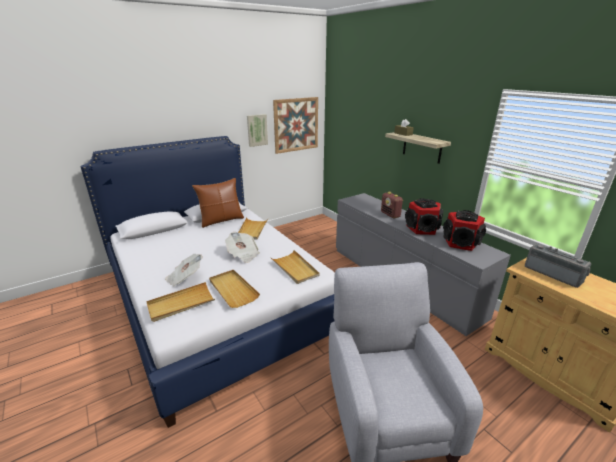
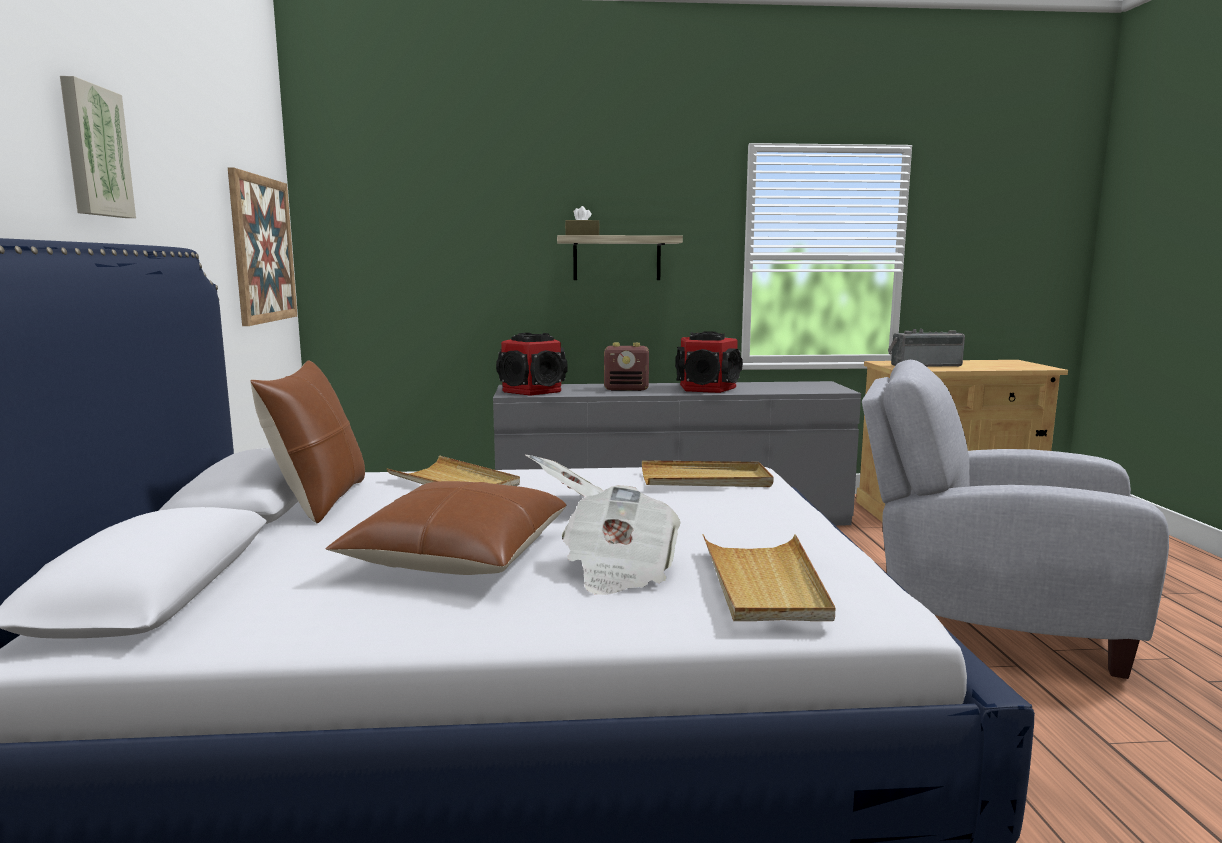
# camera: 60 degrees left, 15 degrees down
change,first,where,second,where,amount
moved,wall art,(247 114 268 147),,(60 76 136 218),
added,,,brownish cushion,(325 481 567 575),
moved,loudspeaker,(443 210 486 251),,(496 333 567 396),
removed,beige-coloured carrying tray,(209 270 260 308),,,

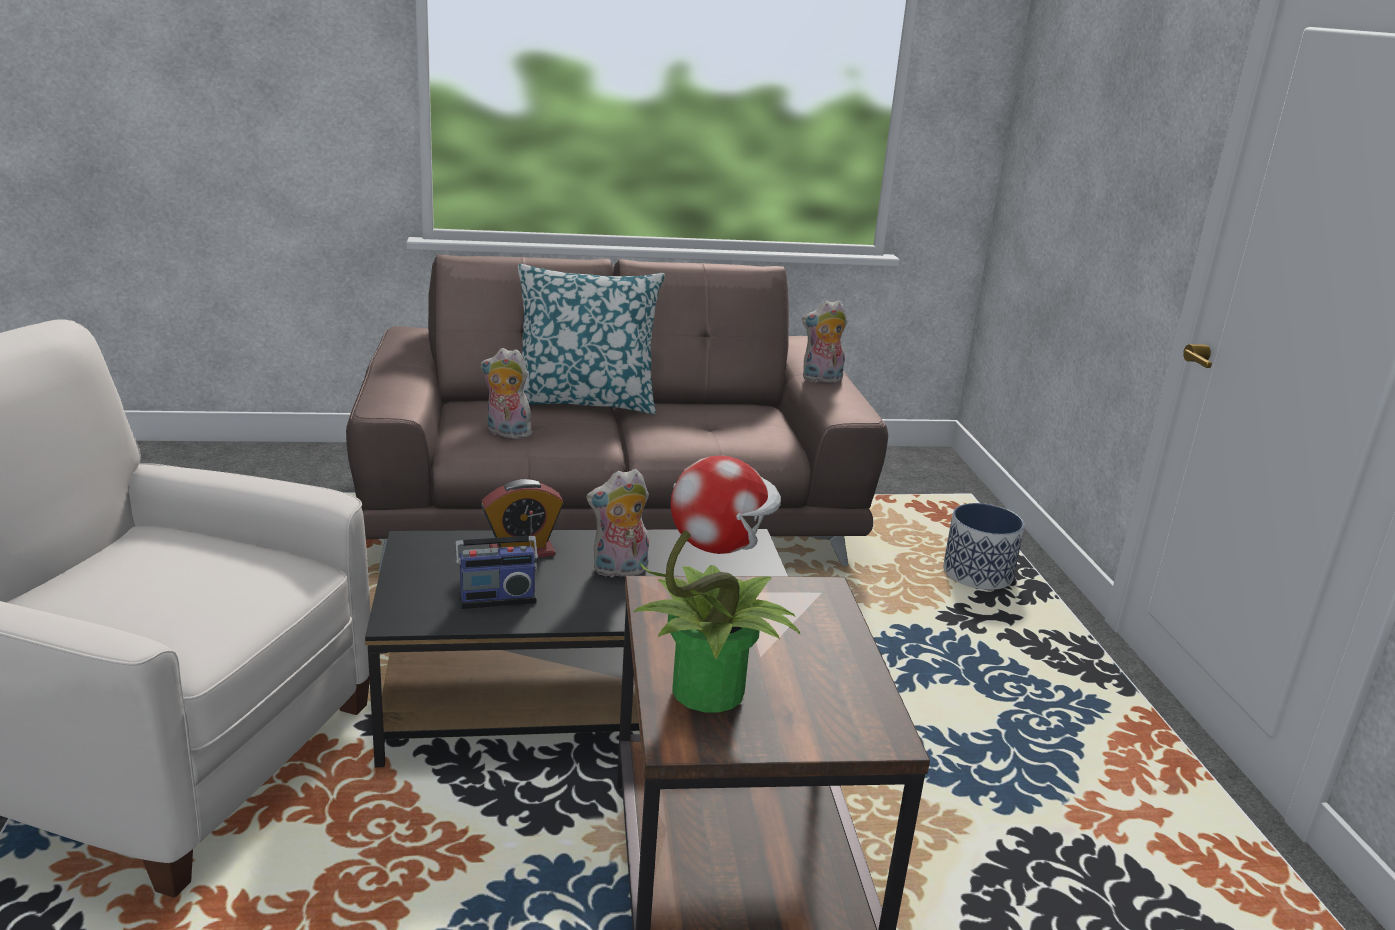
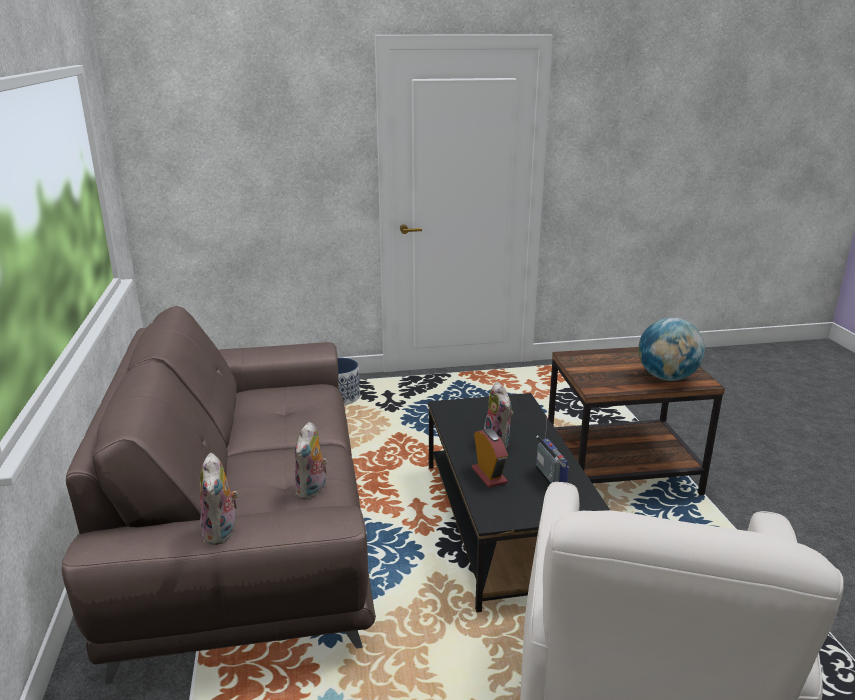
# camera: 90 degrees left, 0 degrees up
change,first,where,second,where,amount
moved,plush toy,(802 300 847 383),,(200 453 239 545),
replaced,houseplant,(634 455 800 713),globe,(638 318 705 381),
removed,cushion,(518 264 665 415),,,

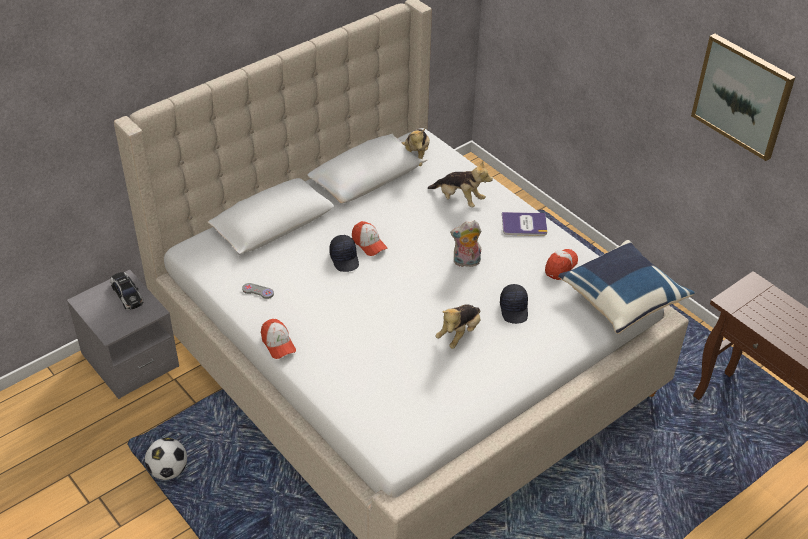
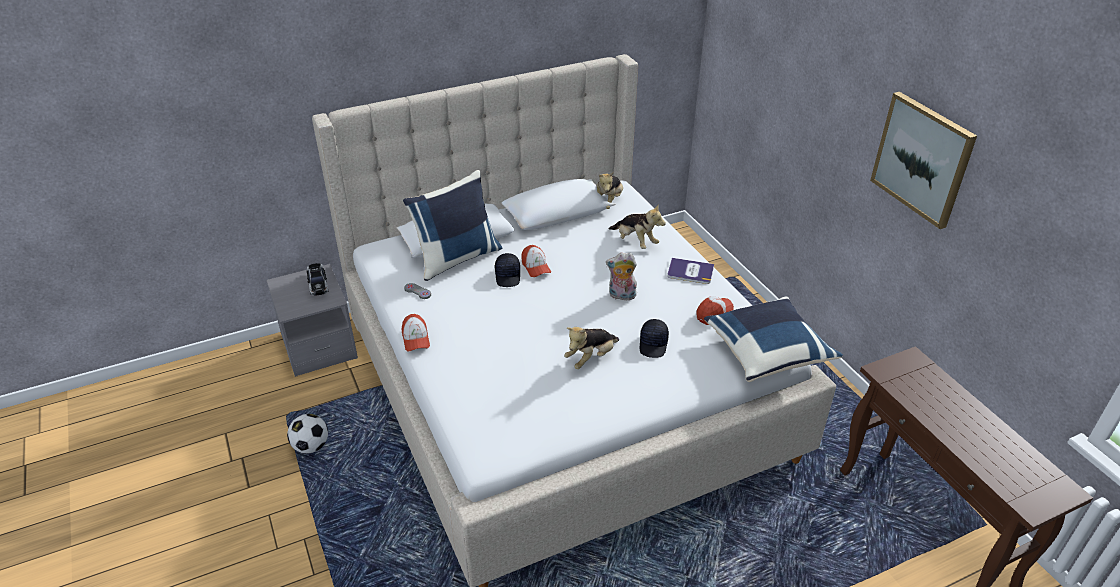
# camera: 15 degrees right, 5 degrees down
change,first,where,second,where,amount
added,,,blue-coloured cushion,(403 170 502 281),

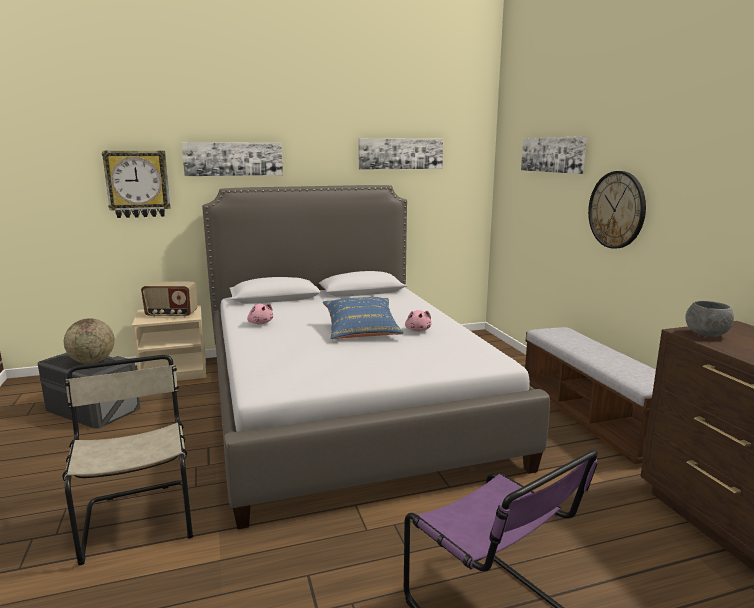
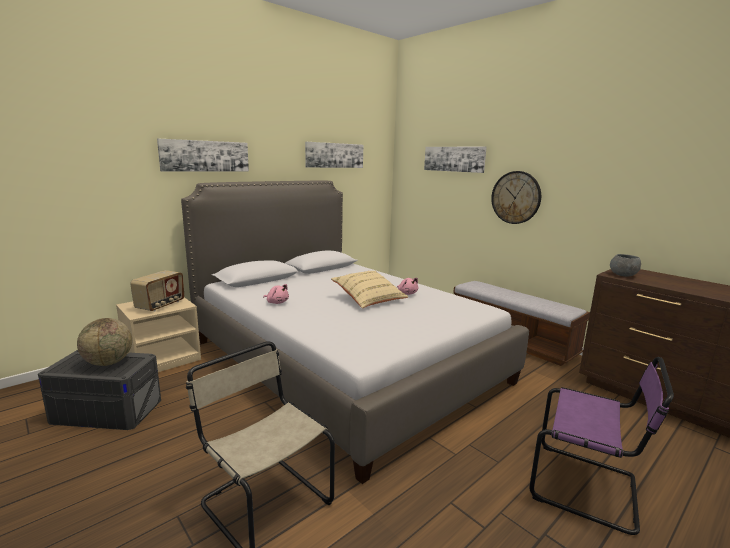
# camera: 25 degrees left, 0 degrees up
change,first,where,second,where,amount
turned,radio receiver,(141 281 198 318),,(130 270 184 312),45 degrees counterclockwise
recoloured,blue-coloured cushion,(323 297 404 339),beige-coloured cushion,(331 271 408 308),
removed,clock on the wall,(102 151 171 218),,,

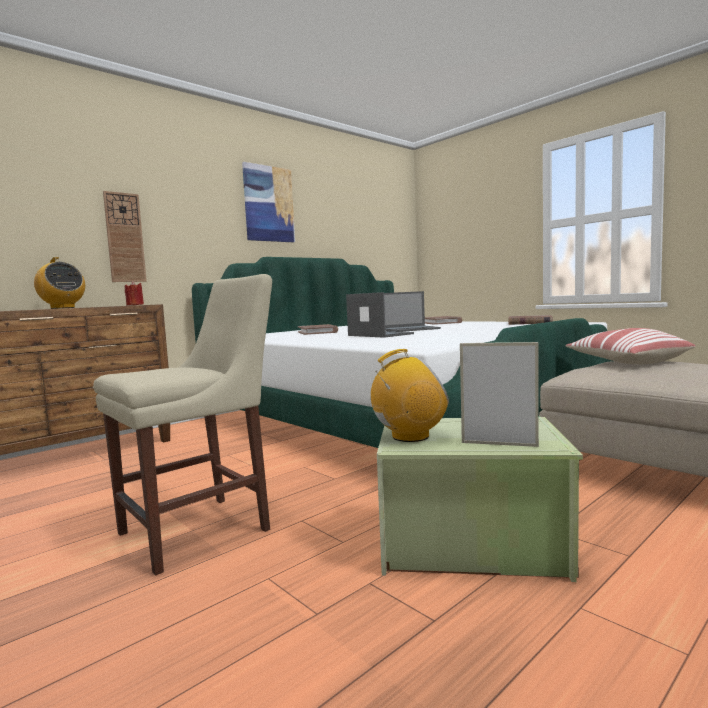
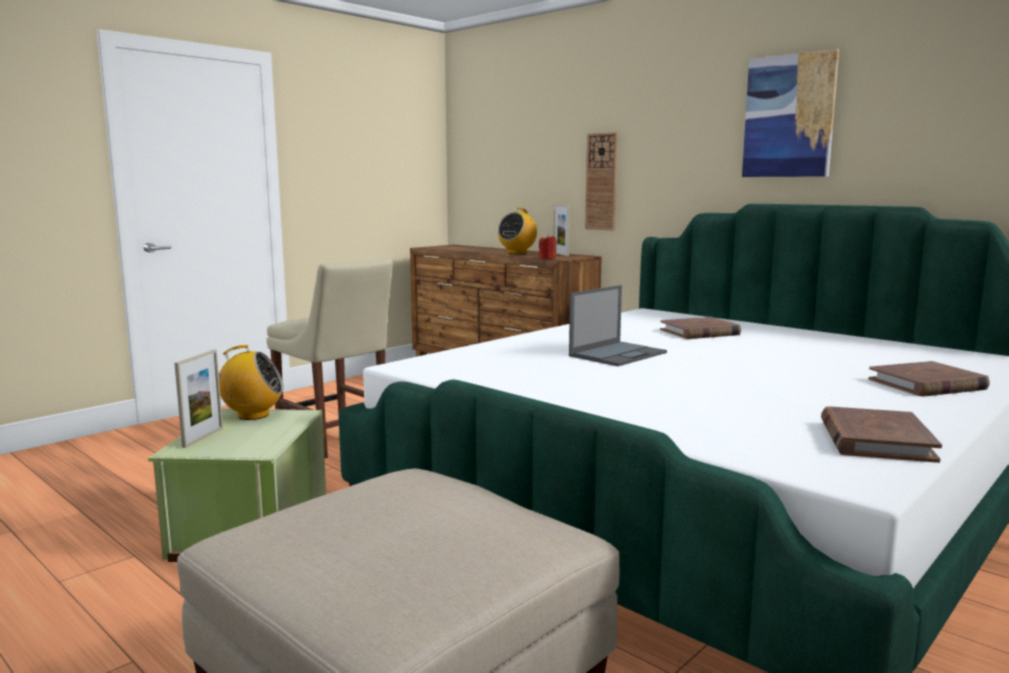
# camera: 85 degrees right, 5 degrees up
change,first,where,second,where,amount
turned,radio receiver,(371 349 449 442),,(219 345 284 420),75 degrees counterclockwise
added,,,photo frame,(553 204 570 256),
removed,notebook computer,(384 291 441 332),,,
removed,cushion,(565 328 695 364),,,

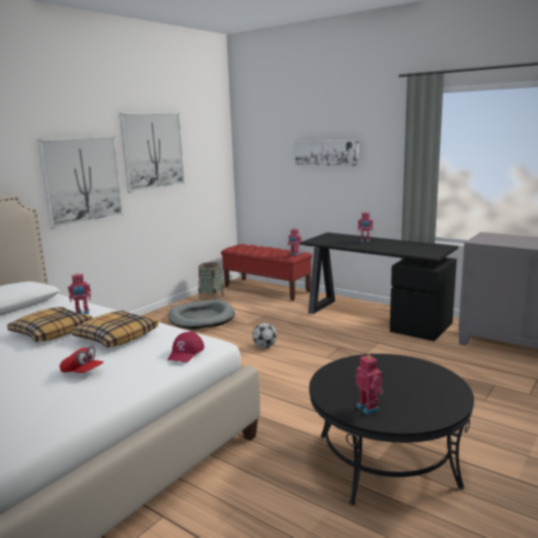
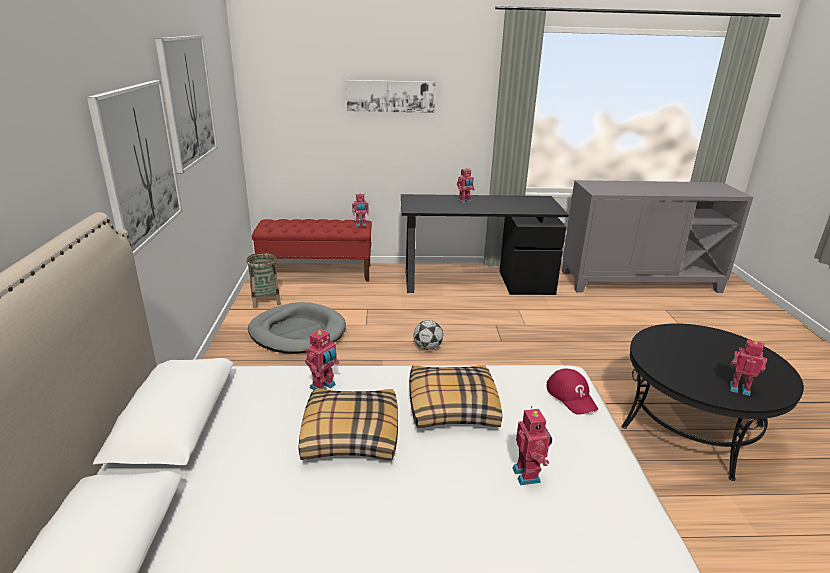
# camera: 40 degrees left, 10 degrees up
change,first,where,second,where,amount
replaced,red cap,(60 346 104 373),model robot,(512 406 552 485),

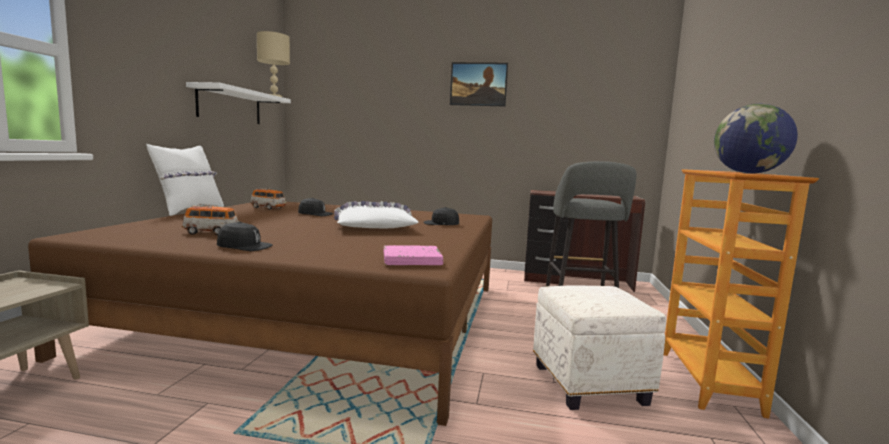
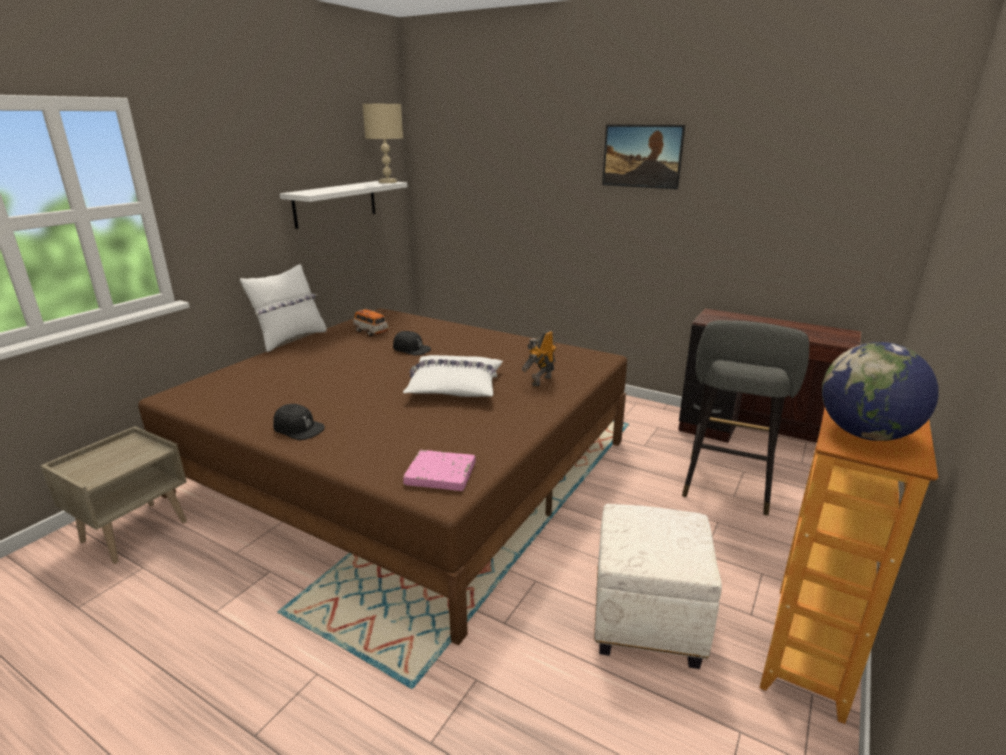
# camera: 20 degrees right, 15 degrees up
change,first,where,second,where,amount
replaced,blackish cap,(423 207 459 225),model robot,(521 330 556 386),
removed,toy car,(182 204 239 235),,,

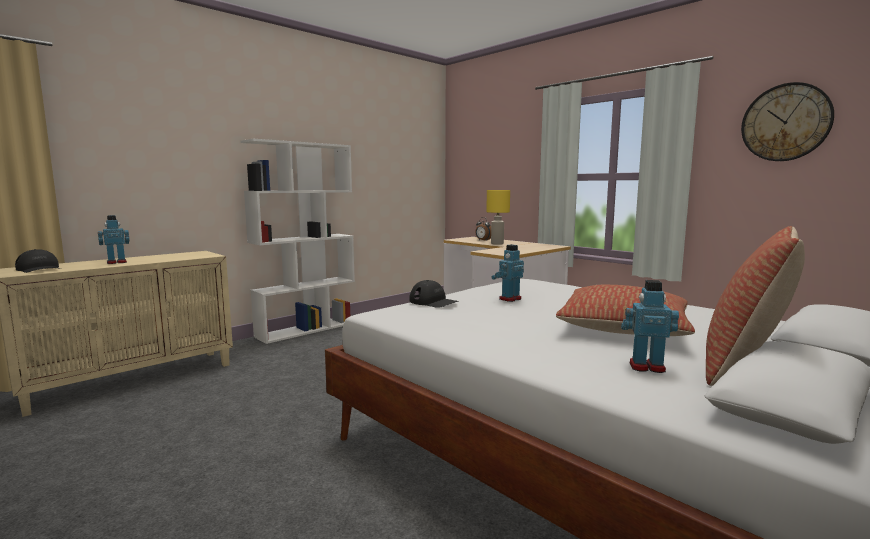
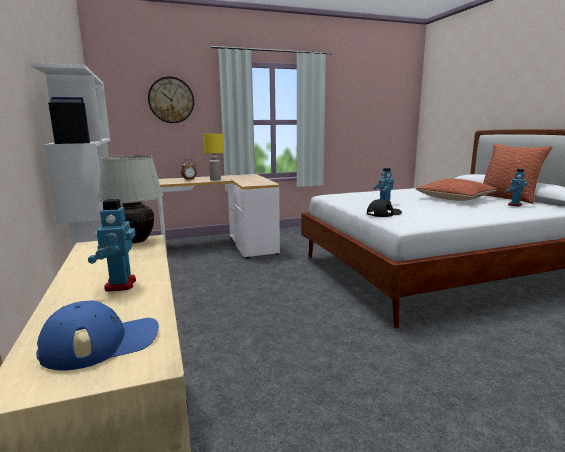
# camera: 65 degrees left, 5 degrees up
change,first,where,second,where,amount
recoloured,blackish cap,(15 249 61 273),blue-coloured cap,(36 300 159 371),
added,,,whitish table lamp,(98 155 163 243),
moved,clock on the wall,(741 82 834 161),,(148 76 194 123),

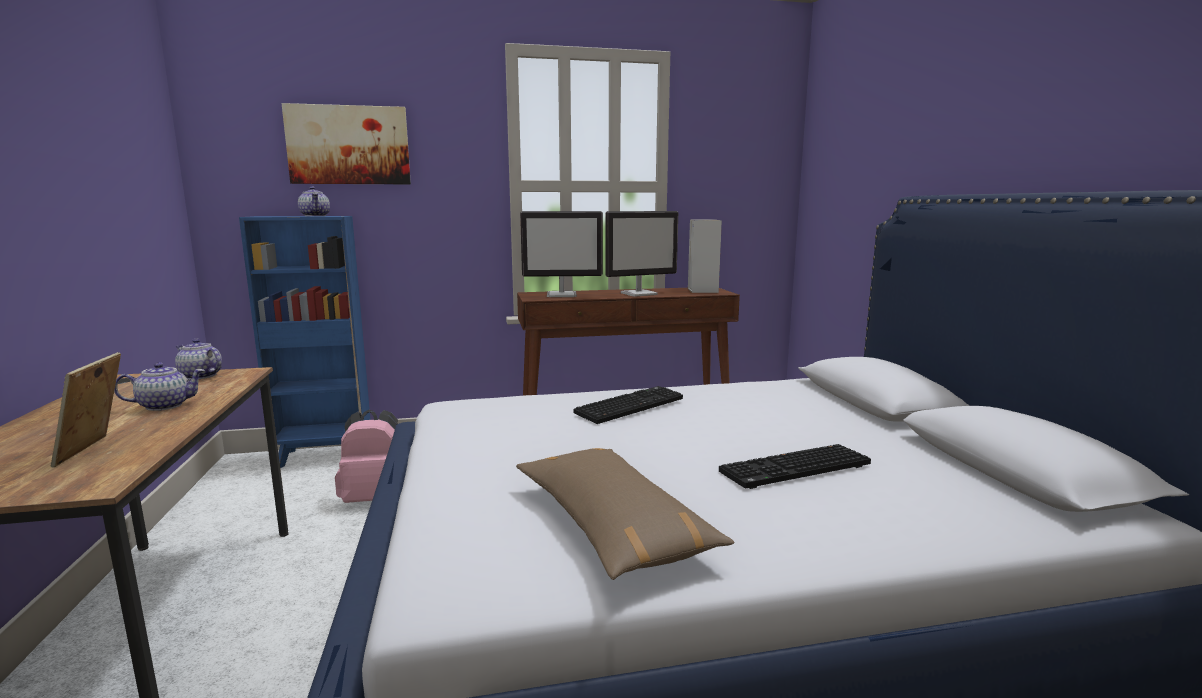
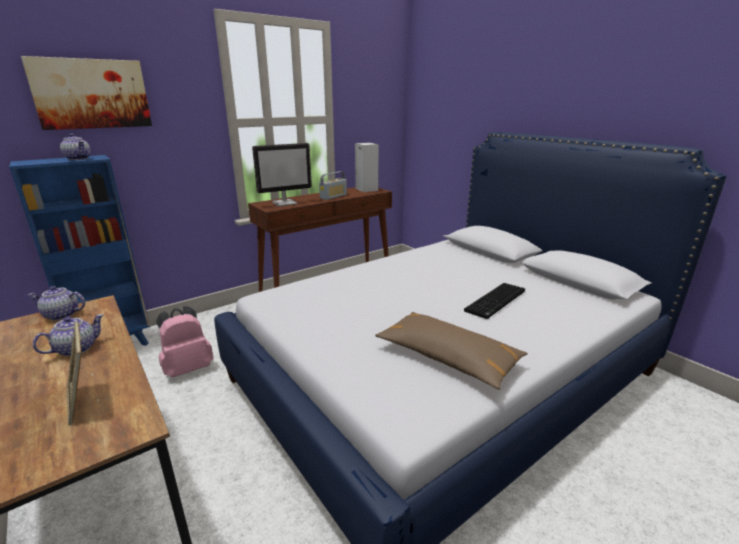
# camera: 25 degrees left, 10 degrees up
change,first,where,second,where,amount
replaced,monitor,(605 211 678 297),radio receiver,(319 171 347 200),
removed,PC keyboard,(574 386 683 424),,,

